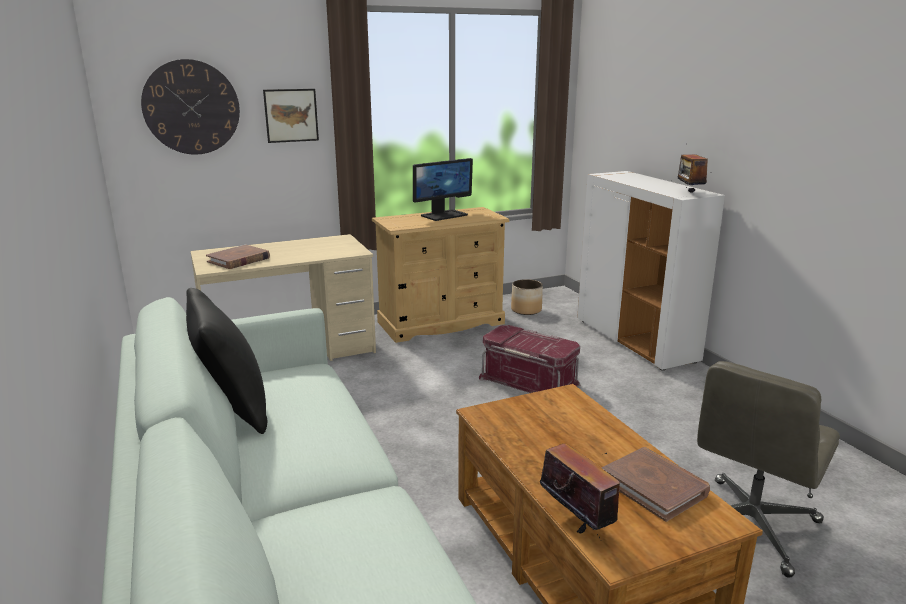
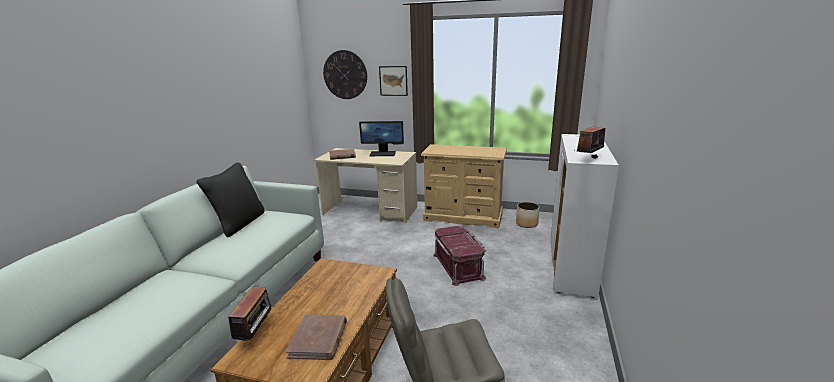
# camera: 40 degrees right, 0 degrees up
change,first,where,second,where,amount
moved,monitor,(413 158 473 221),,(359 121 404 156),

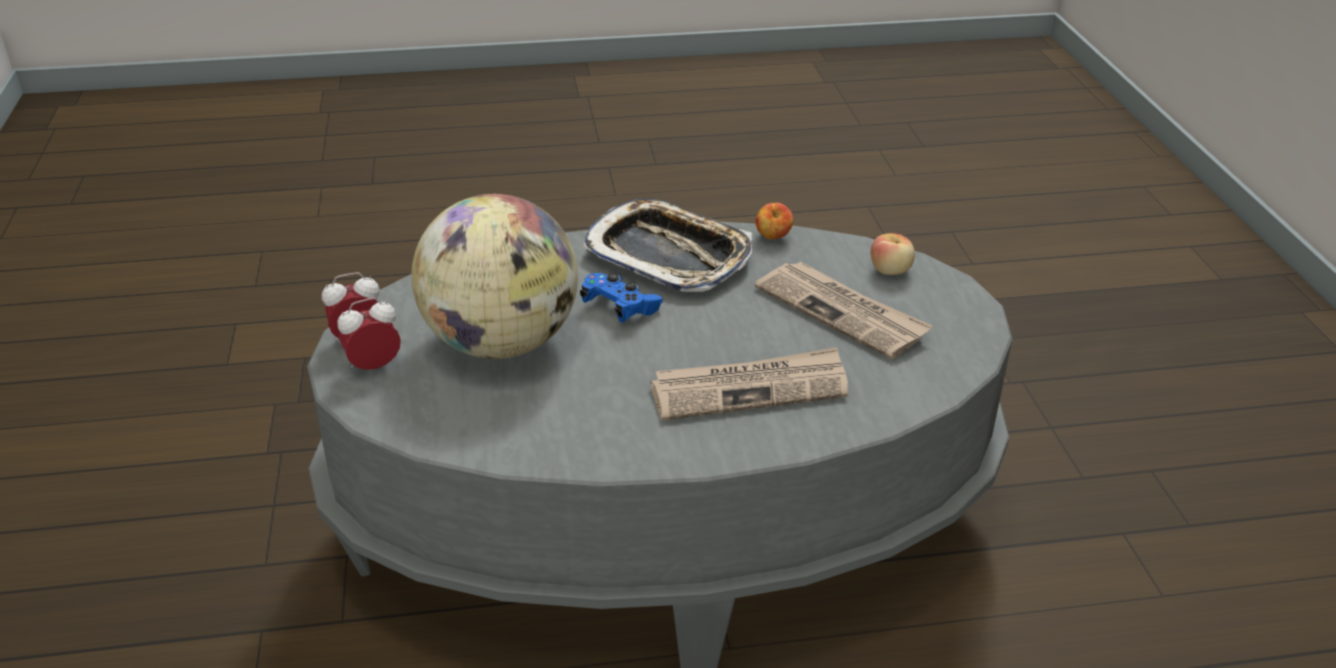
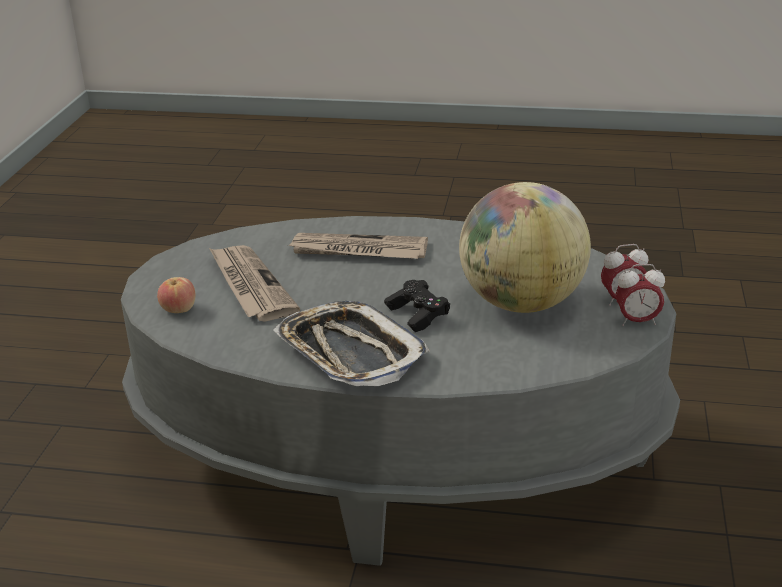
# camera: 160 degrees left, 5 degrees down
change,first,where,second,where,amount
recoloured,blue-coloured gamepad,(580 273 663 323),blackish gamepad,(384 280 450 332),
removed,apple fruit,(756 203 793 240),,,

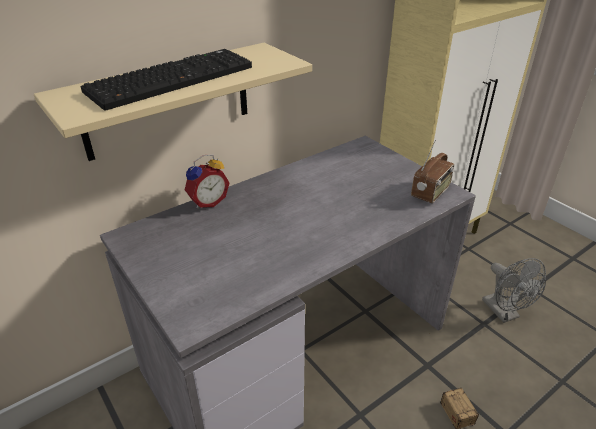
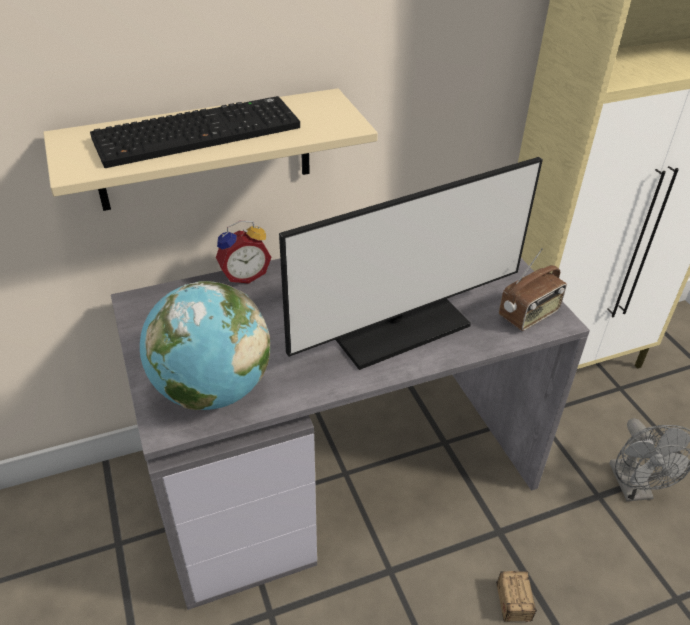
# camera: 15 degrees right, 5 degrees up
change,first,where,second,where,amount
added,,,globe,(140 281 270 410),
added,,,monitor,(279 157 543 370),

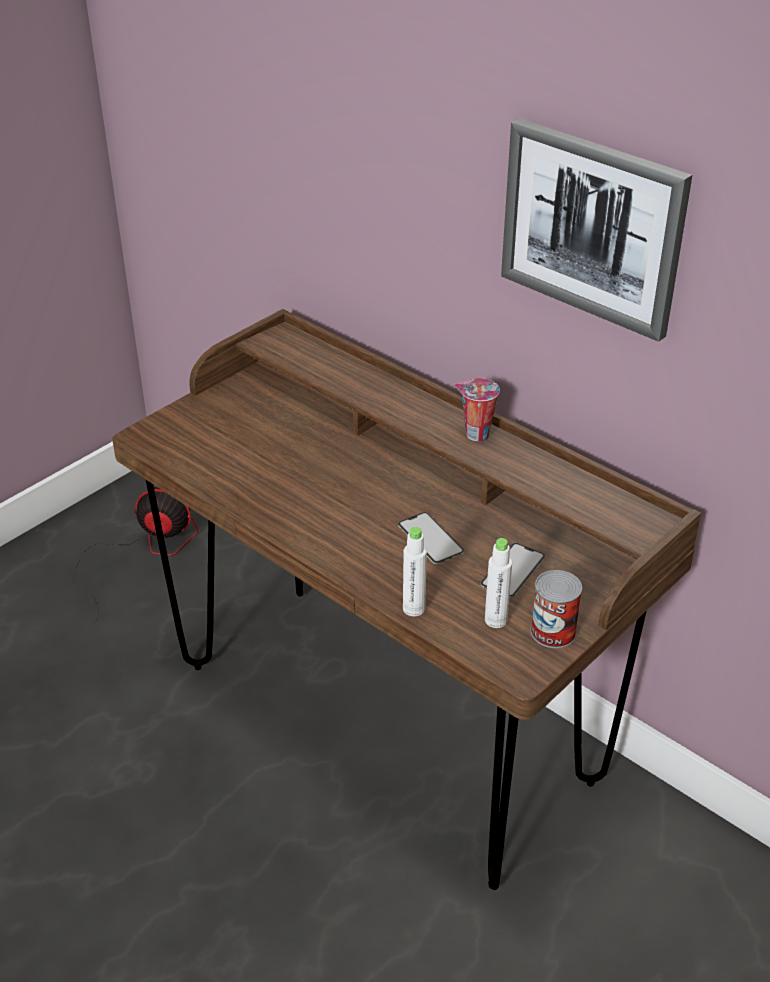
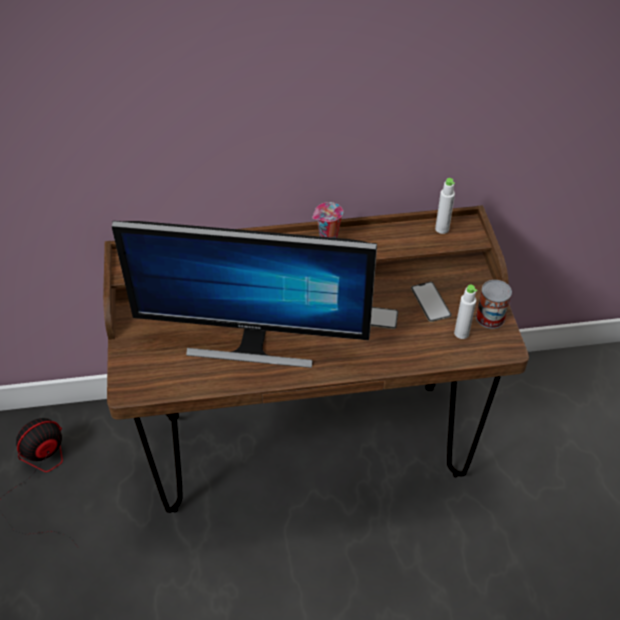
# camera: 50 degrees left, 10 degrees up
change,first,where,second,where,amount
added,,,monitor,(112 221 377 368),
moved,whitish beverage bottle,(403 527 427 616),,(435 178 455 234),
removed,wall art,(501 118 692 342),,,

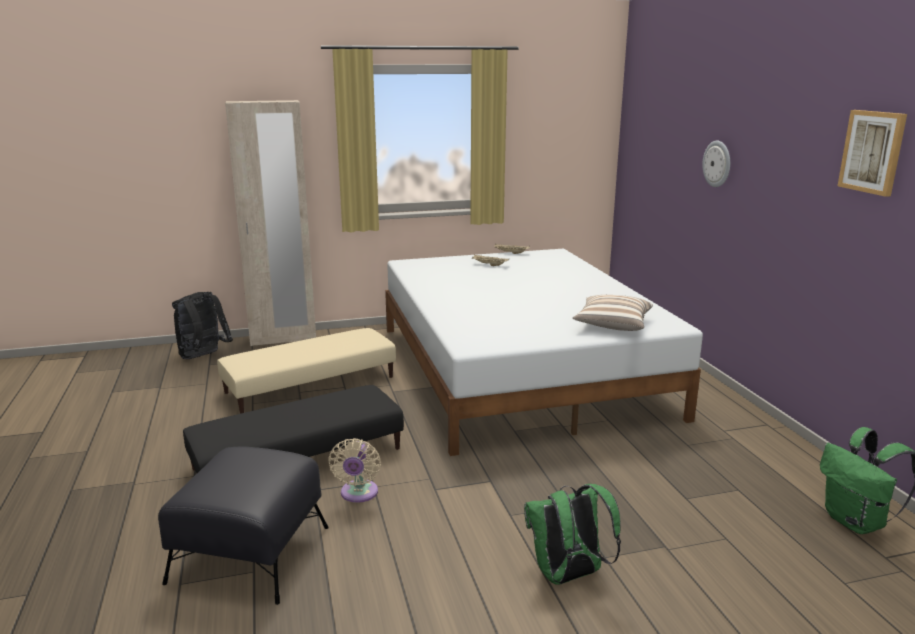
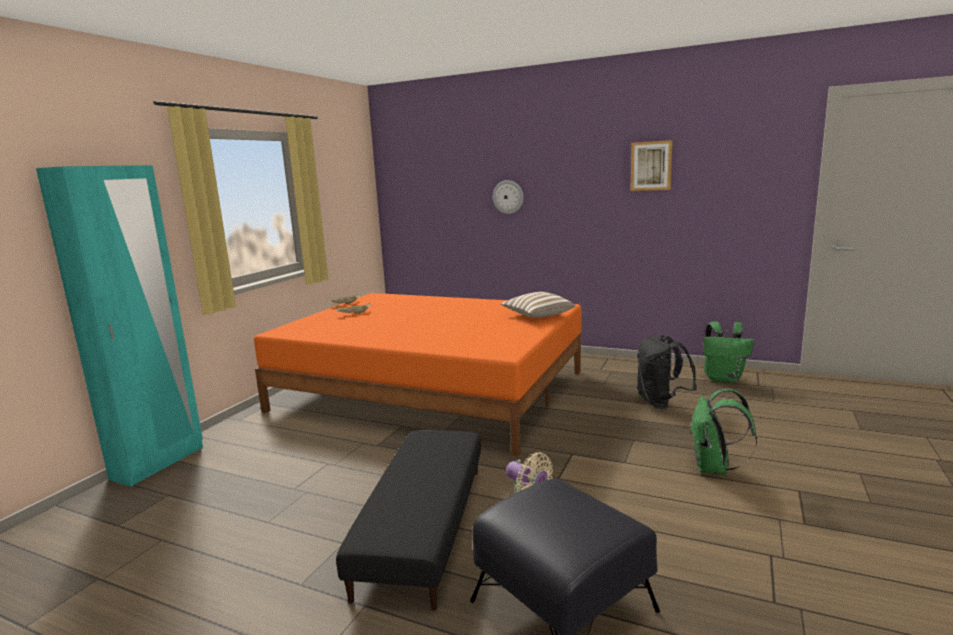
# camera: 50 degrees left, 5 degrees down
change,first,where,second,where,amount
recoloured,beige-coloured wardrobe,(225 100 316 346),turquoise-coloured wardrobe,(36 165 203 487),
recoloured,whitish sleeping bed,(385 249 703 456),orange-coloured sleeping bed,(254 293 581 457),
moved,blackish rucksack,(172 292 233 359),,(637 335 697 409),
removed,beige-coloured pouffe,(217 328 396 414),,,

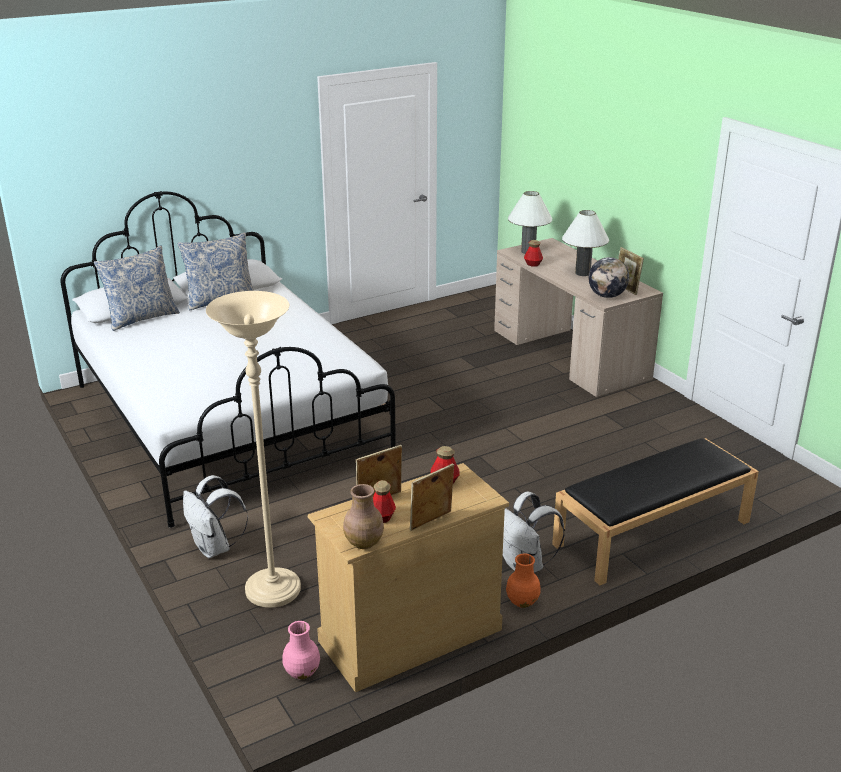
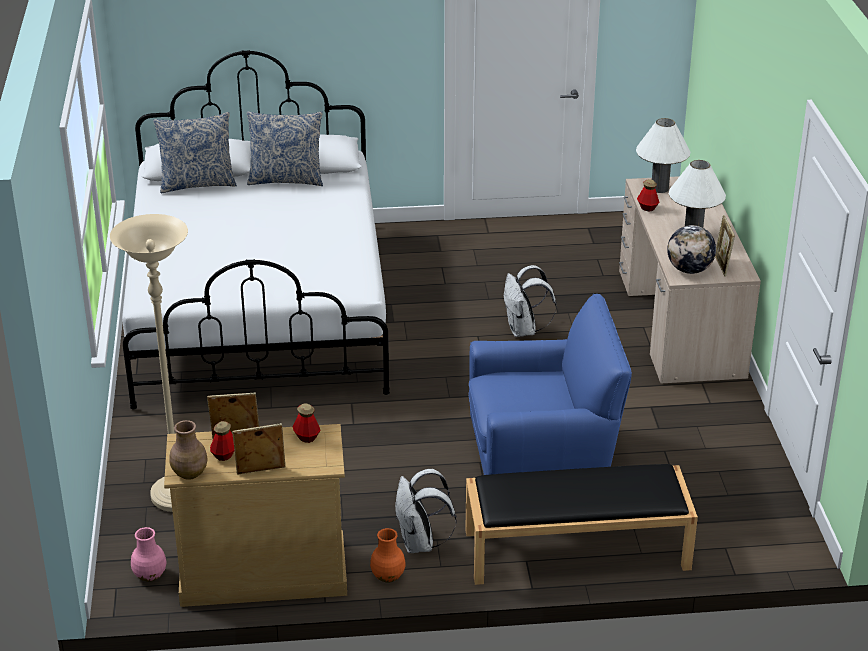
# camera: 25 degrees right, 5 degrees up
change,first,where,second,where,amount
added,,,blue-coloured easy chair,(469 294 632 475),
moved,whitish rucksack,(183 475 248 558),,(504 265 556 337),

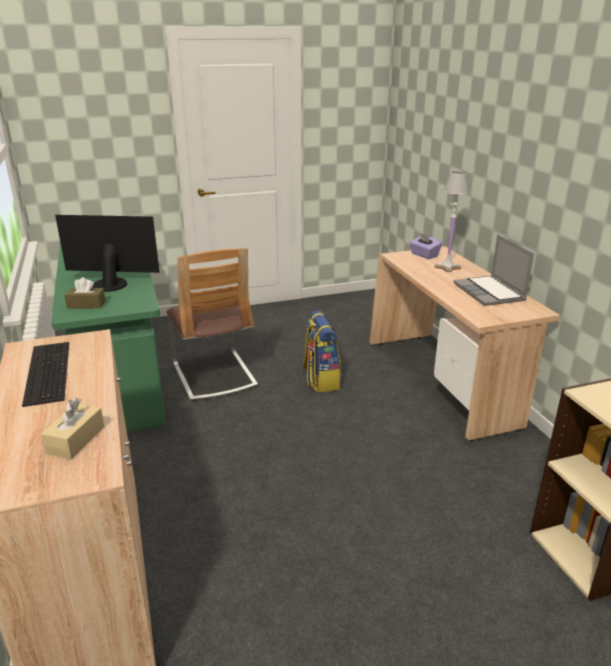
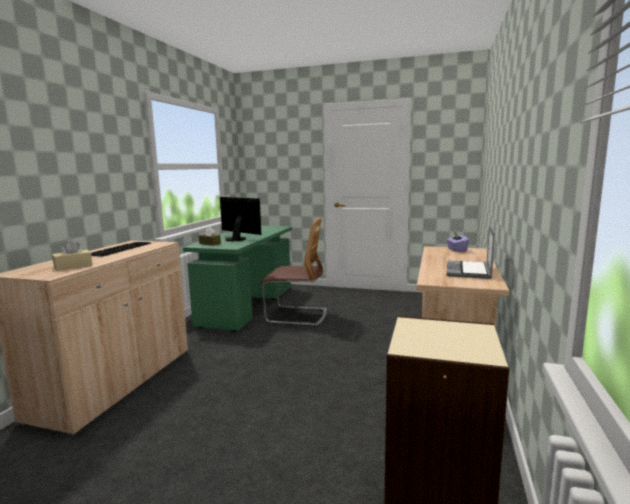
# camera: 35 degrees right, 15 degrees down
change,first,where,second,where,amount
turned,chair,(167 248 258 401),,(261 218 327 326),90 degrees counterclockwise
removed,rucksack,(302 311 342 392),,,
removed,whitish table lamp,(435 171 469 272),,,

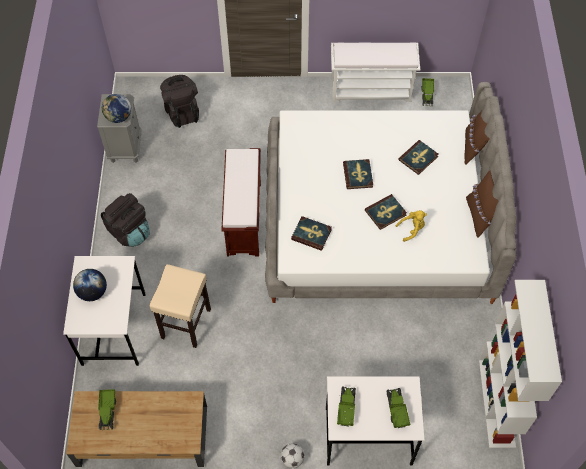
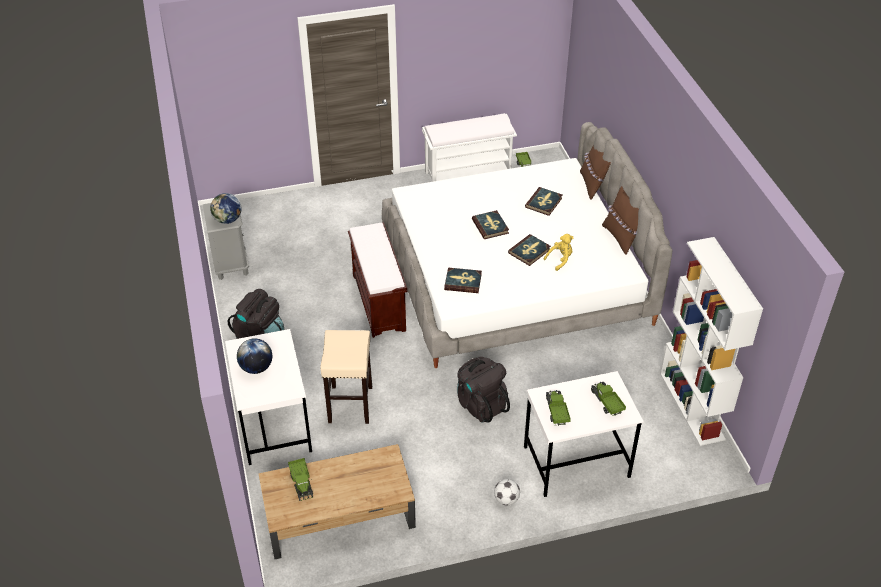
# camera: 15 degrees left, 15 degrees down
change,first,where,second,where,amount
moved,blackish rucksack,(160 75 199 128),,(457 357 510 423),

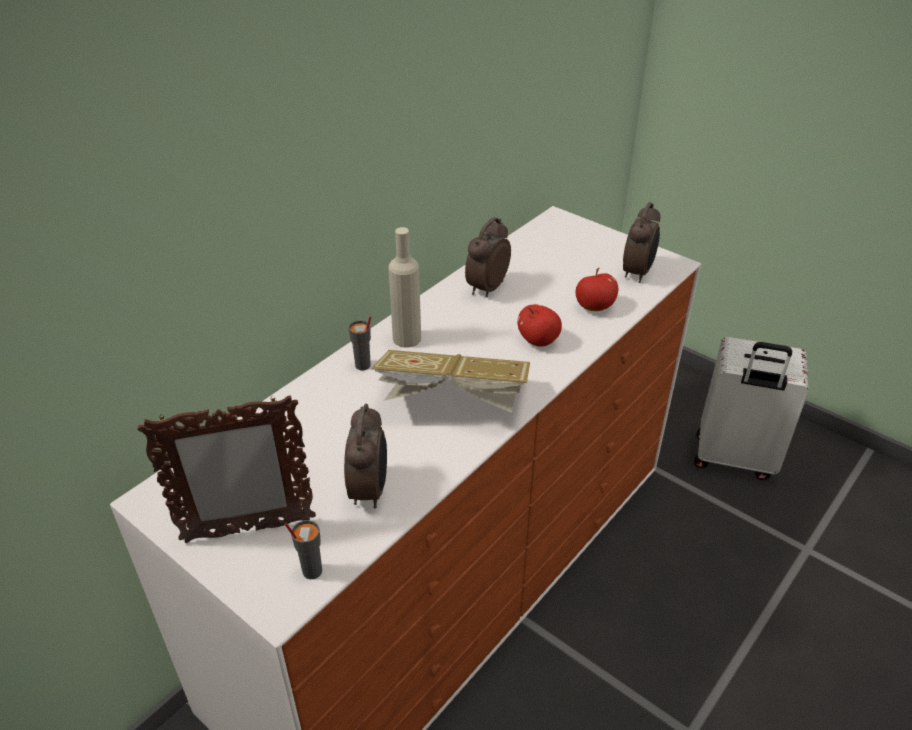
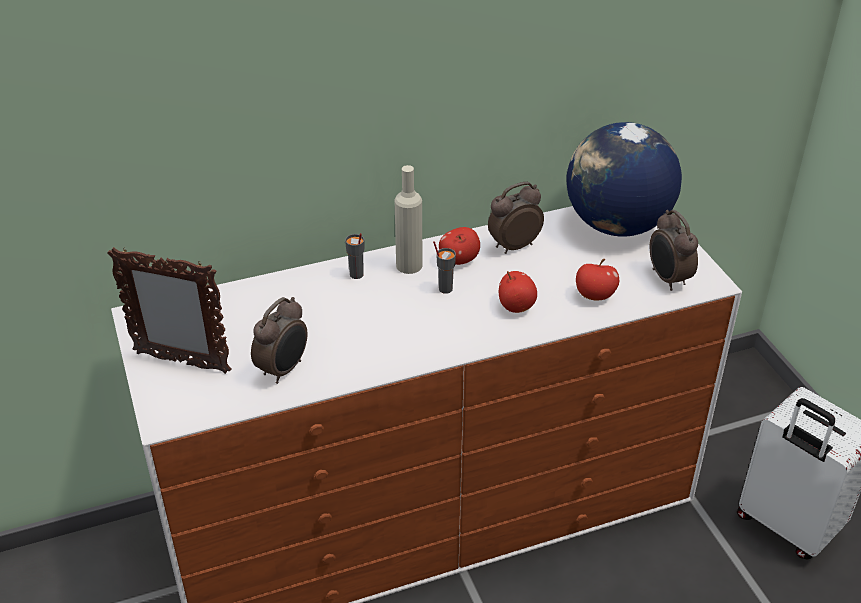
# camera: 30 degrees right, 0 degrees up
change,first,where,second,where,amount
moved,gray drinking cup,(285 520 322 579),,(433 241 456 294),
added,,,apple fruit,(439 227 480 265),
added,,,globe,(566 122 682 237),
turned,table clock,(623 202 660 283),,(650 210 698 291),105 degrees clockwise
removed,volume,(372 350 530 413),,,

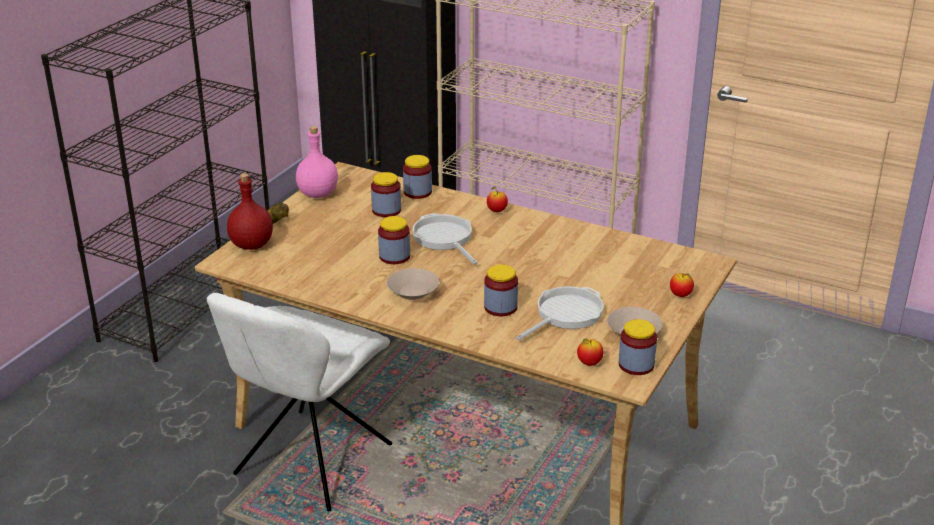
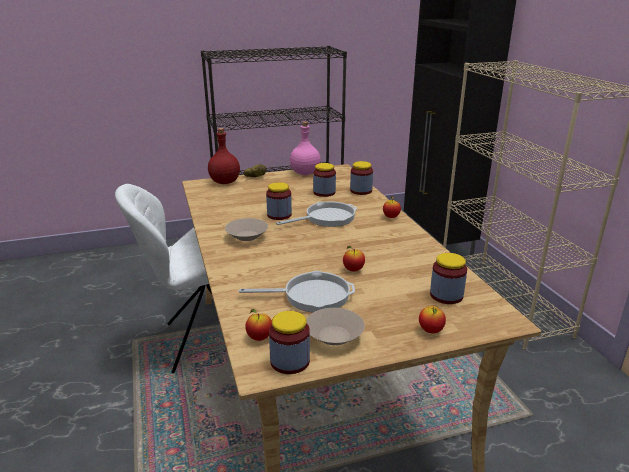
# camera: 45 degrees right, 5 degrees down
change,first,where,second,where,amount
turned,frying pan,(413 213 478 265),,(276 201 357 227),45 degrees clockwise
added,,,apple fruit,(343 246 365 271),
moved,preserve jar,(484 264 518 316),,(430 253 467 304),

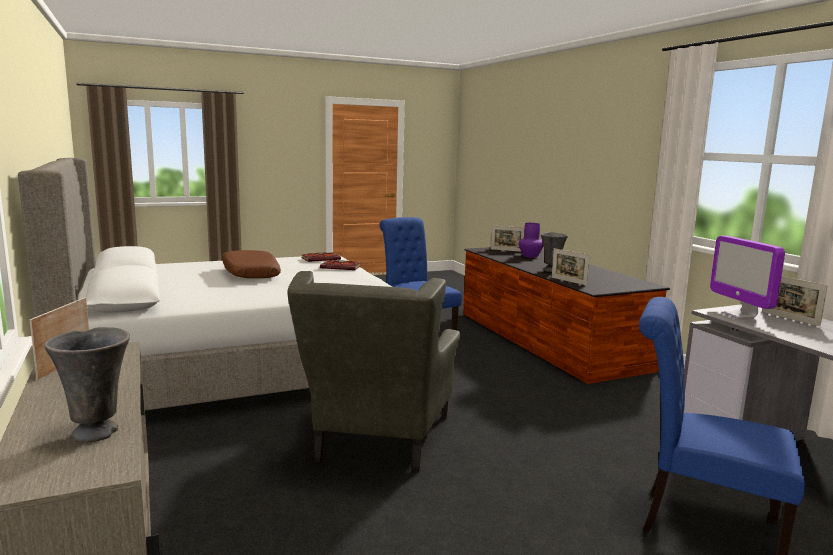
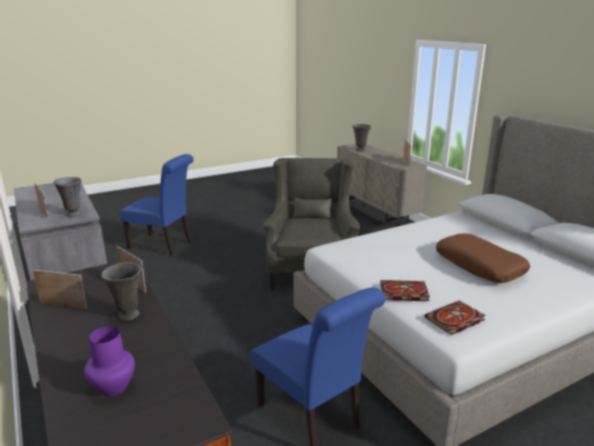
# camera: 175 degrees right, 10 degrees up
change,first,where,second,where,amount
moved,photo frame,(491 226 524 252),,(33 270 87 309),
replaced,monitor,(710 236 785 318),gray decorative vase,(53 177 82 217),

